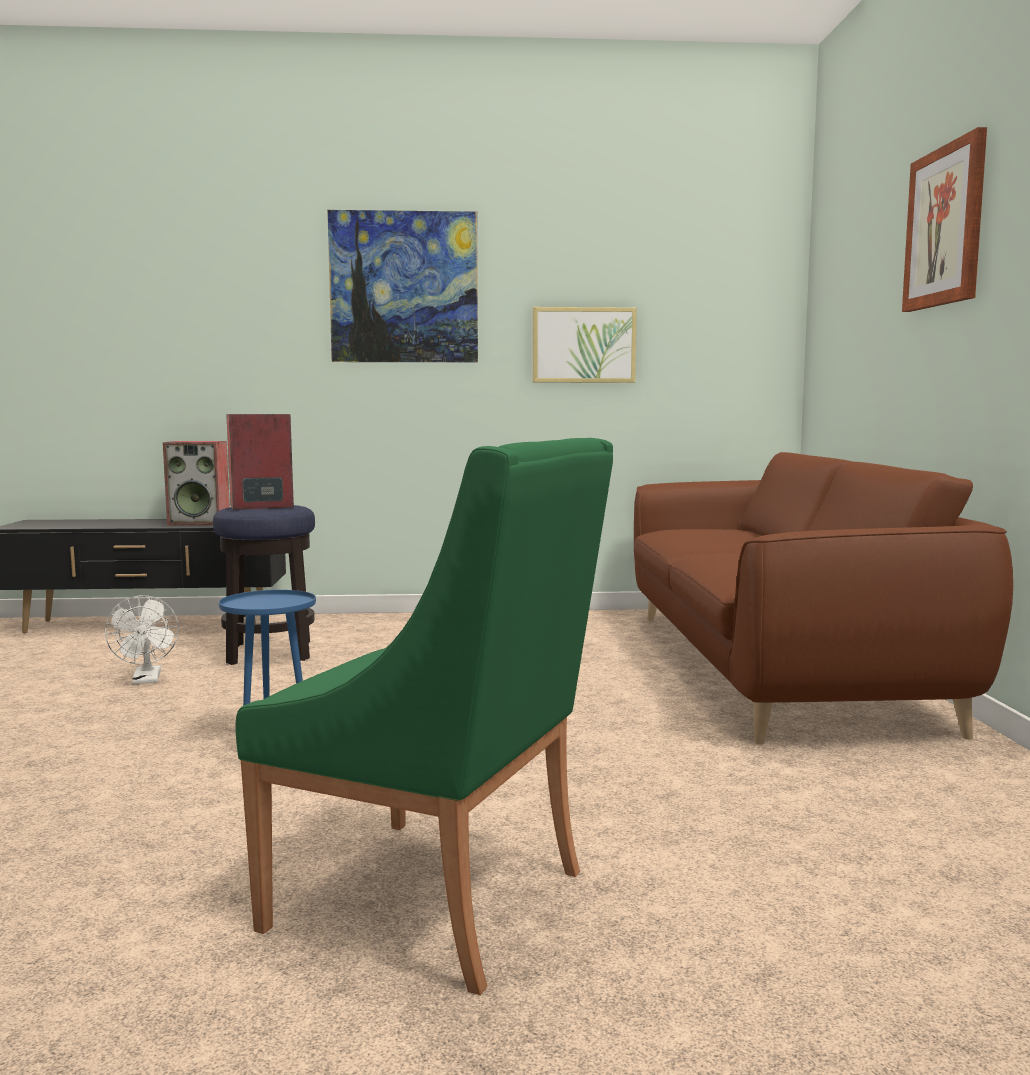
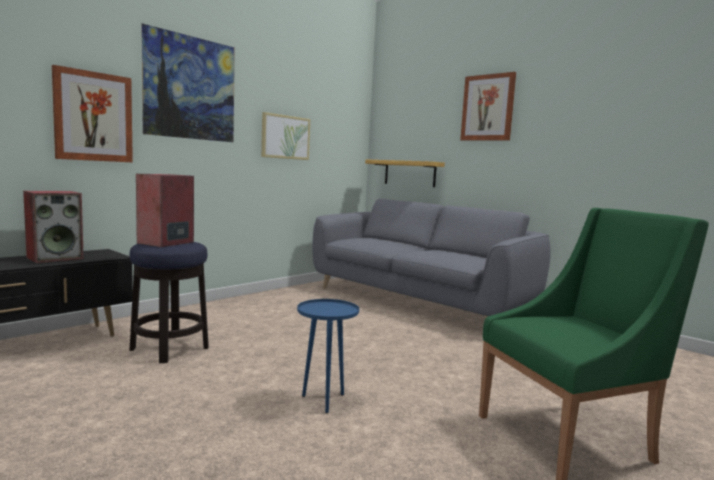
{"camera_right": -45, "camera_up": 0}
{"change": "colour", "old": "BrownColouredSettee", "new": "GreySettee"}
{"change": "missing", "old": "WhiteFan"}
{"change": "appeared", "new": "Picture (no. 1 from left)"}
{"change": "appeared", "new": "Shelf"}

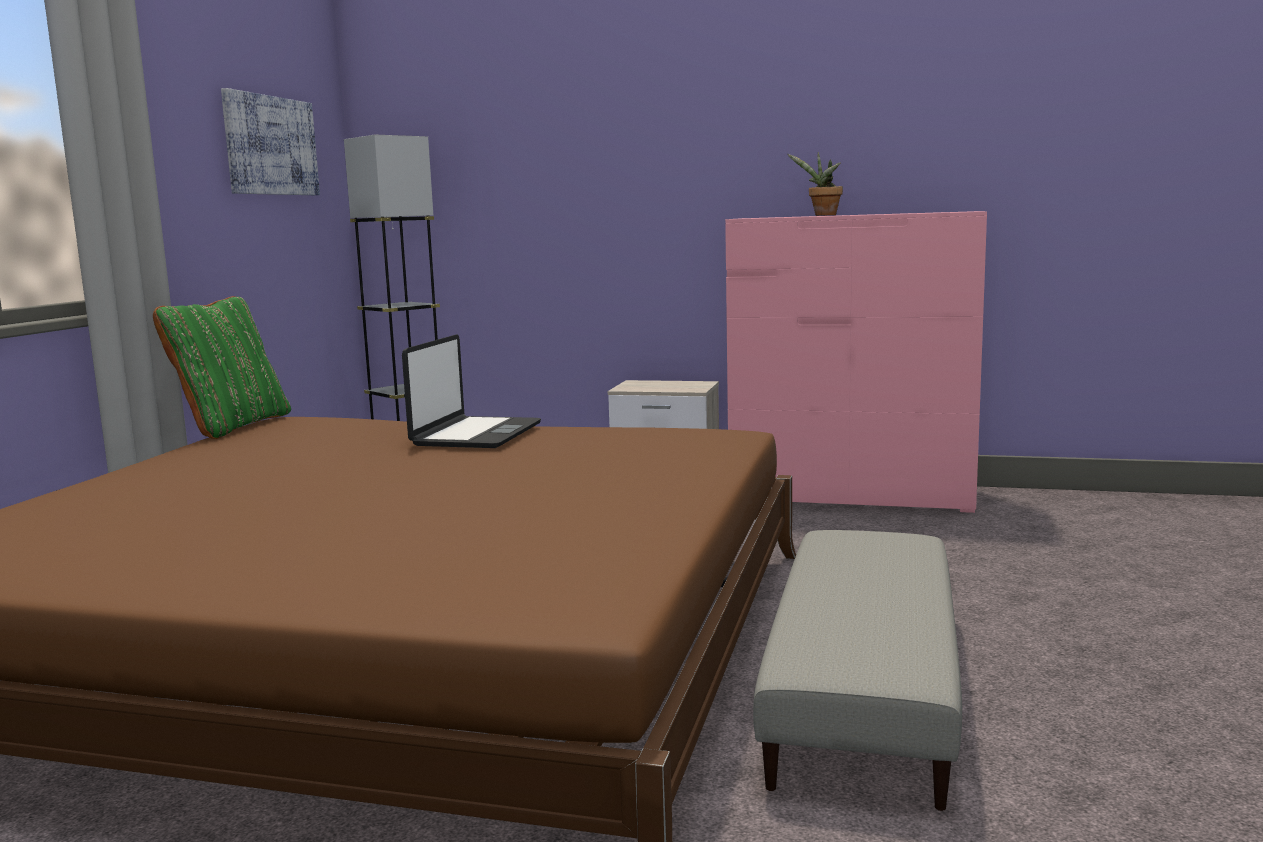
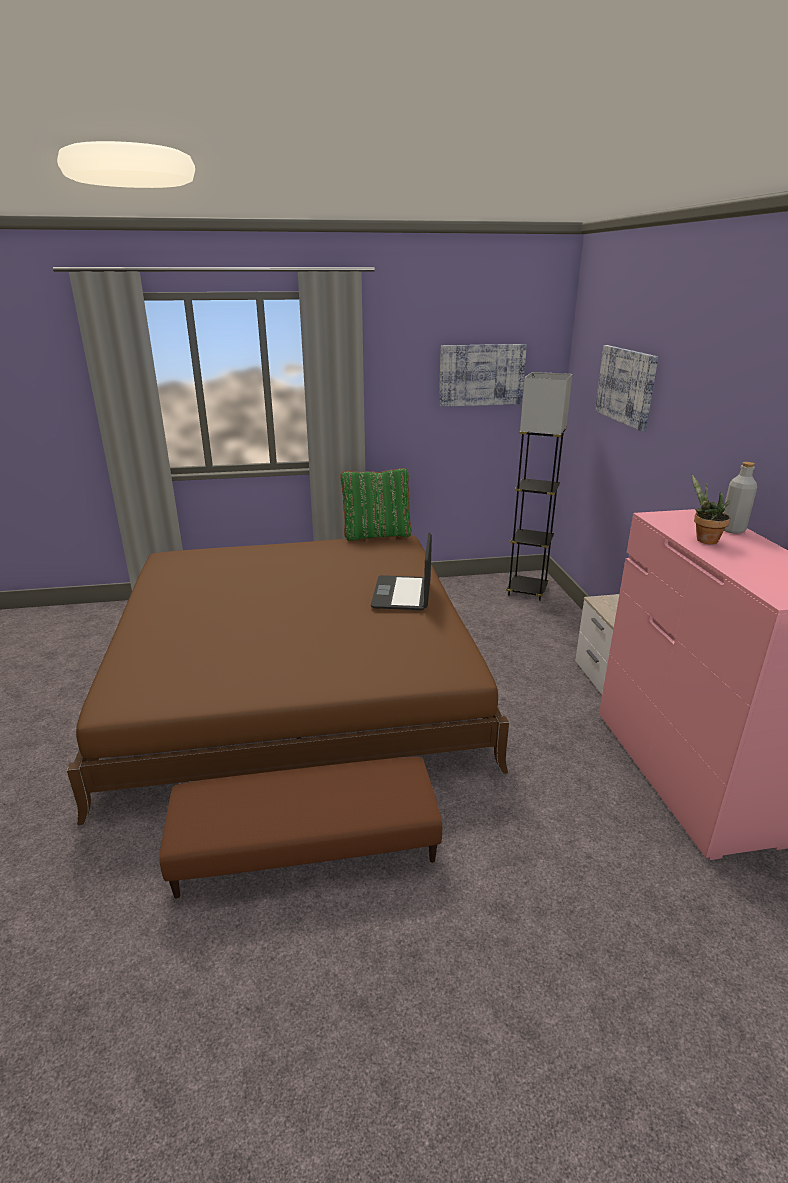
{"camera_right": 65, "camera_up": 15}
{"change": "spun", "old": "Laptop", "degrees": 105}
{"change": "colour", "old": "GreyPouffe", "new": "BrownColouredPouffe"}
{"change": "appeared", "new": "Picture (no. 2 from left)"}
{"change": "appeared", "new": "GreyBeverageBottle"}

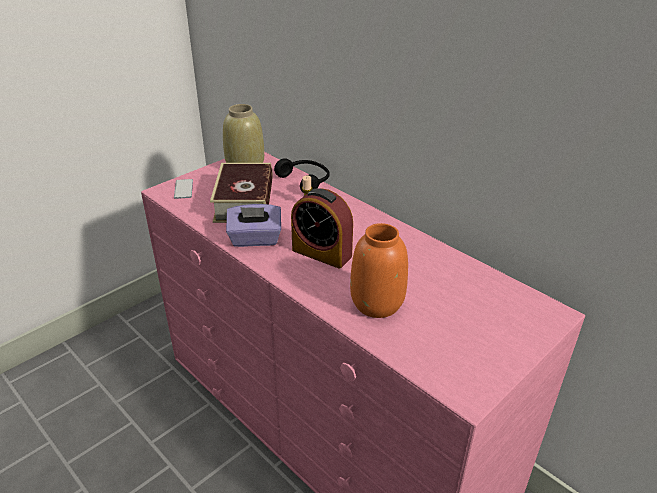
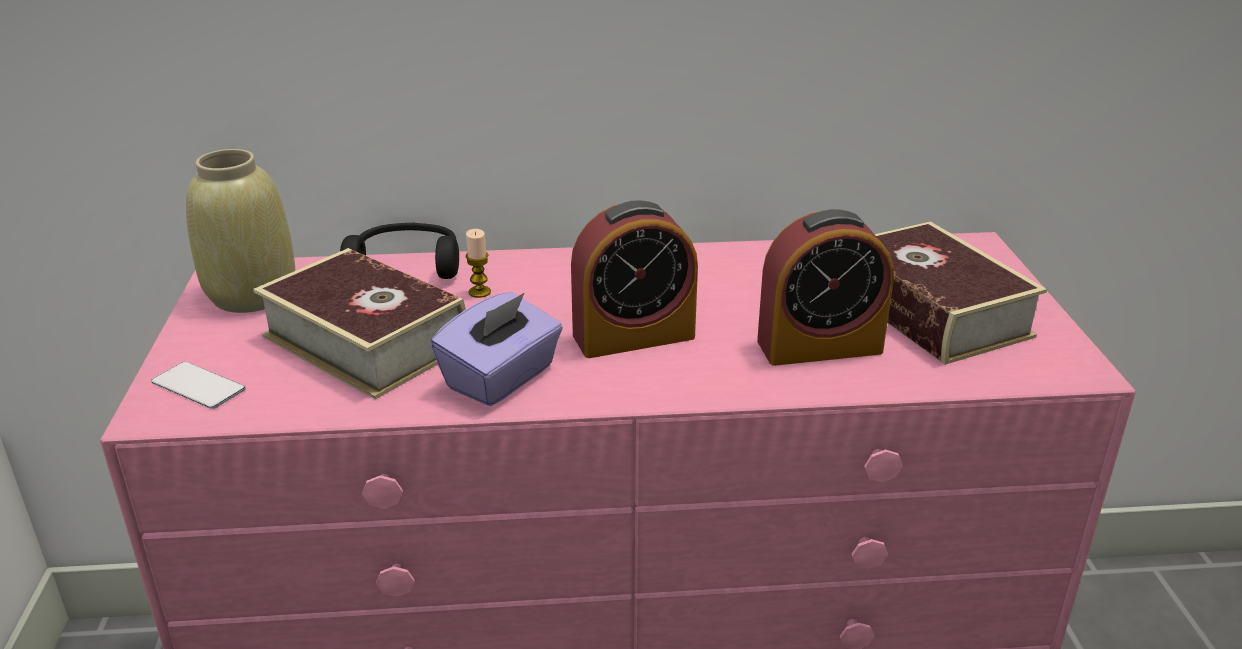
{"camera_right": -50, "camera_up": -5}
{"change": "exchanged", "old": "OrangeColouredFlowerVase", "new": "AlarmClock (no. 2 from left)"}
{"change": "appeared", "new": "BoundBook (no. 2 from left)"}

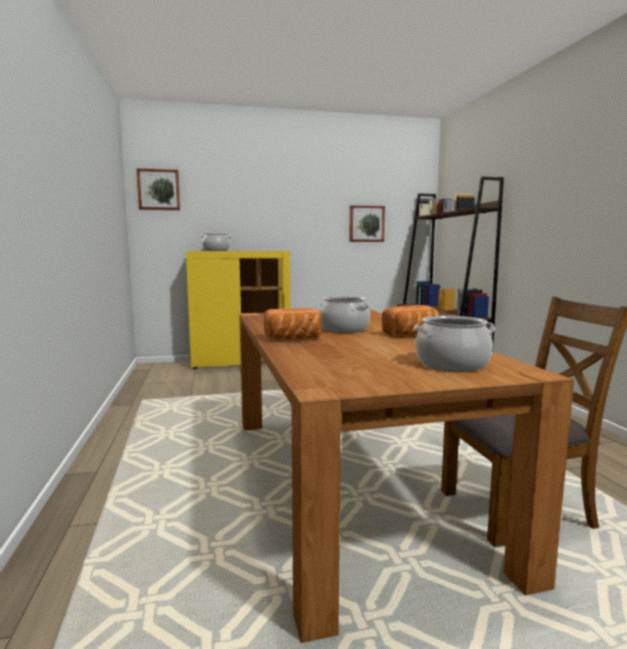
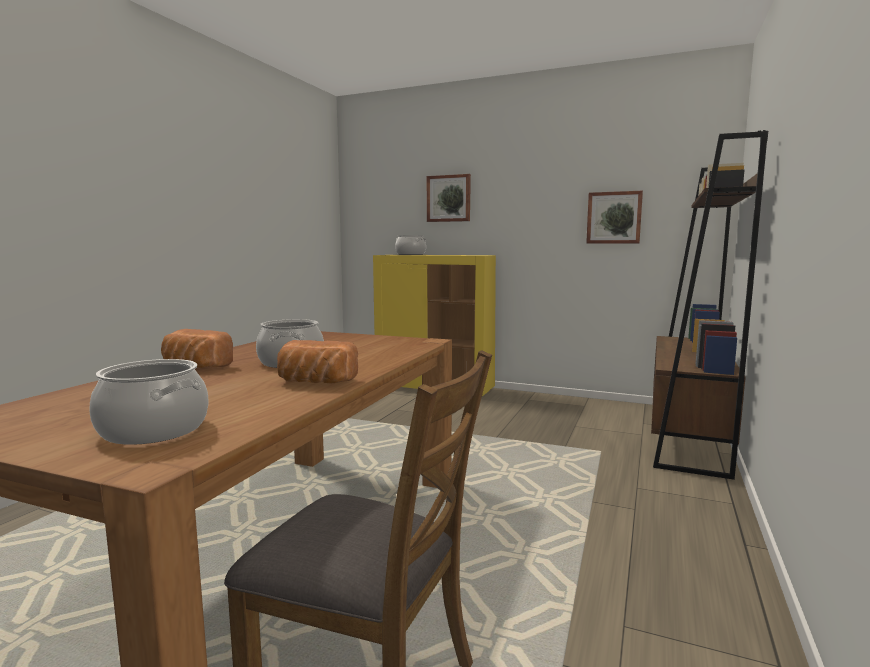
{"camera_right": 35, "camera_up": 0}
{"change": "relocated", "old": "Picture (no. 1 from left)"}

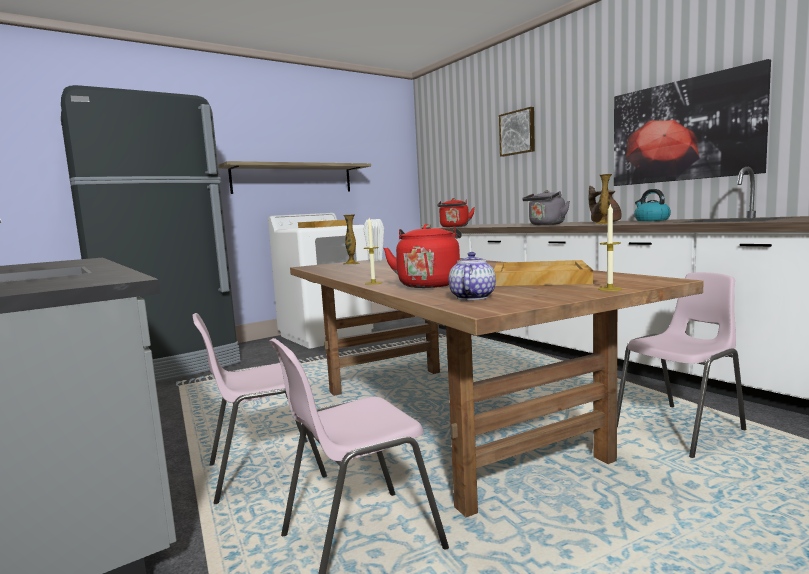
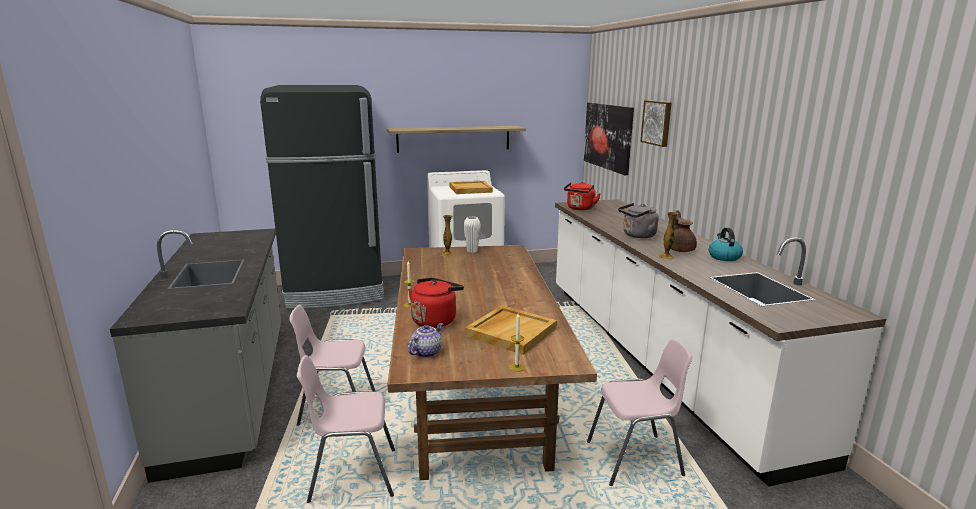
{"camera_right": 20, "camera_up": 10}
{"change": "relocated", "old": "Picture (no. 2 from left in the first image)", "new": "Picture (no. 1 from left)"}

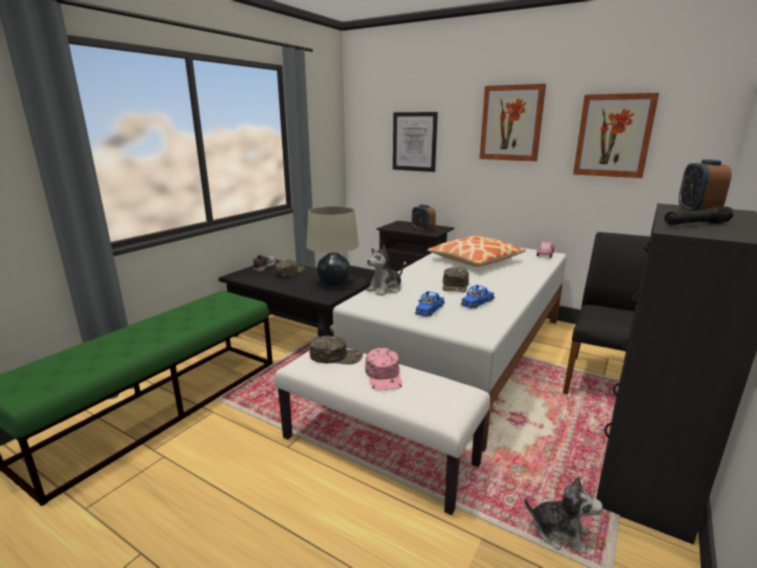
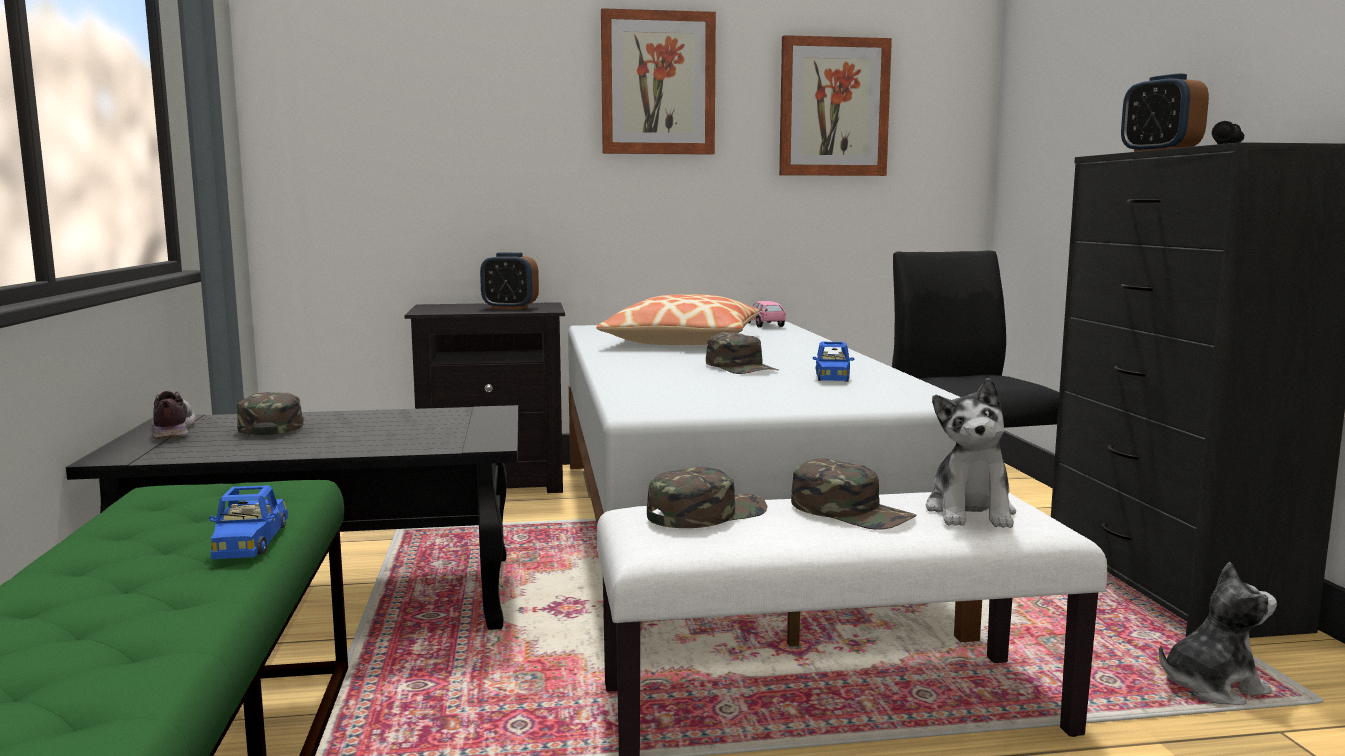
{"camera_right": -40, "camera_up": -10}
{"change": "missing", "old": "Picture (no. 1 from left)"}
{"change": "missing", "old": "BeigeColouredLampForATable"}
{"change": "relocated", "old": "SoftToy (no. 1 from left)"}
{"change": "relocated", "old": "BluishMiniatureCar (no. 1 from left)"}
{"change": "colour", "old": "PinkishBaseballCap", "new": "GreenColouredBaseballCap (no. 4 from left)"}

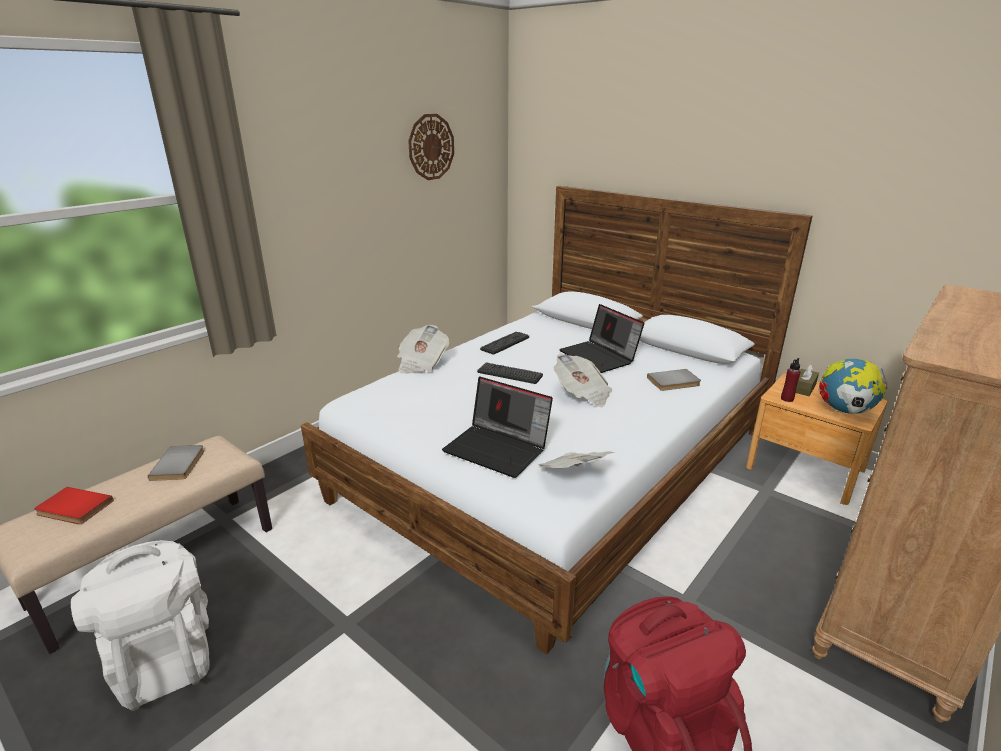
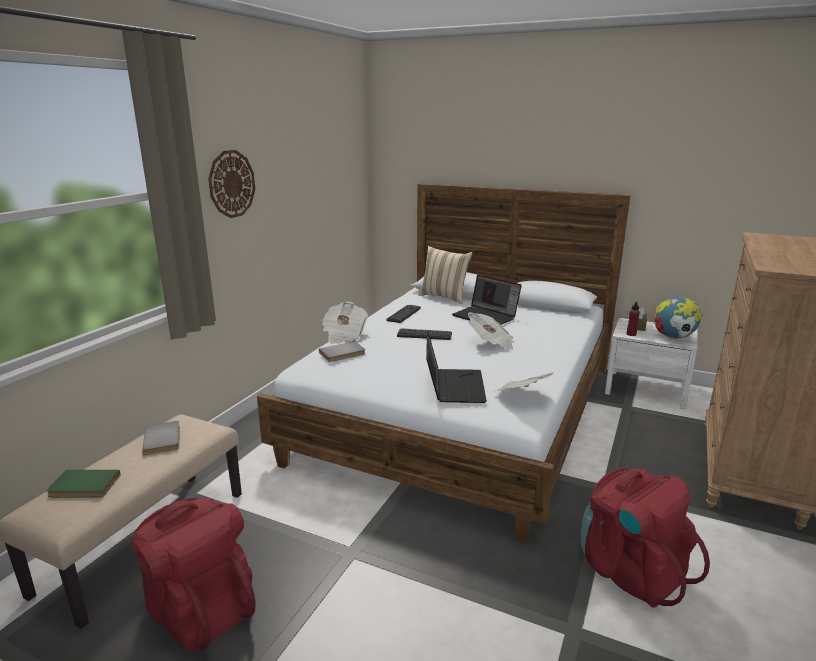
{"camera_right": -15, "camera_up": -5}
{"change": "relocated", "old": "WallClock"}
{"change": "relocated", "old": "GreyBoundBook (no. 2 from left)"}
{"change": "colour", "old": "BrownColouredNightstand", "new": "WhiteNightstand"}
{"change": "spun", "old": "Laptop (no. 1 from left)", "degrees": -105}
{"change": "colour", "old": "RedBoundBook", "new": "GreenColouredBoundBook"}
{"change": "colour", "old": "WhiteBackpack", "new": "RedBackpack (no. 1 from left)"}
{"change": "appeared", "new": "BeigeColouredCushion"}

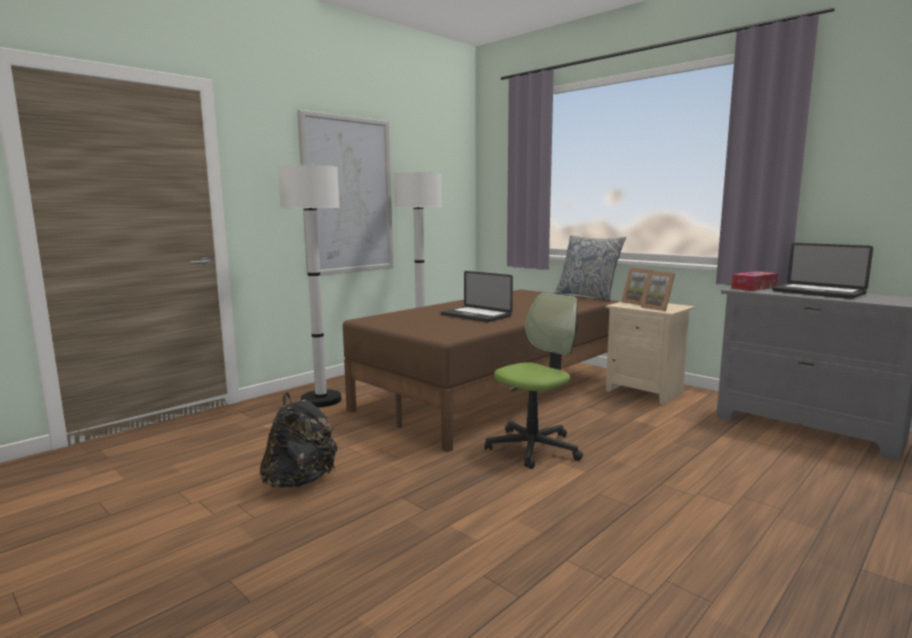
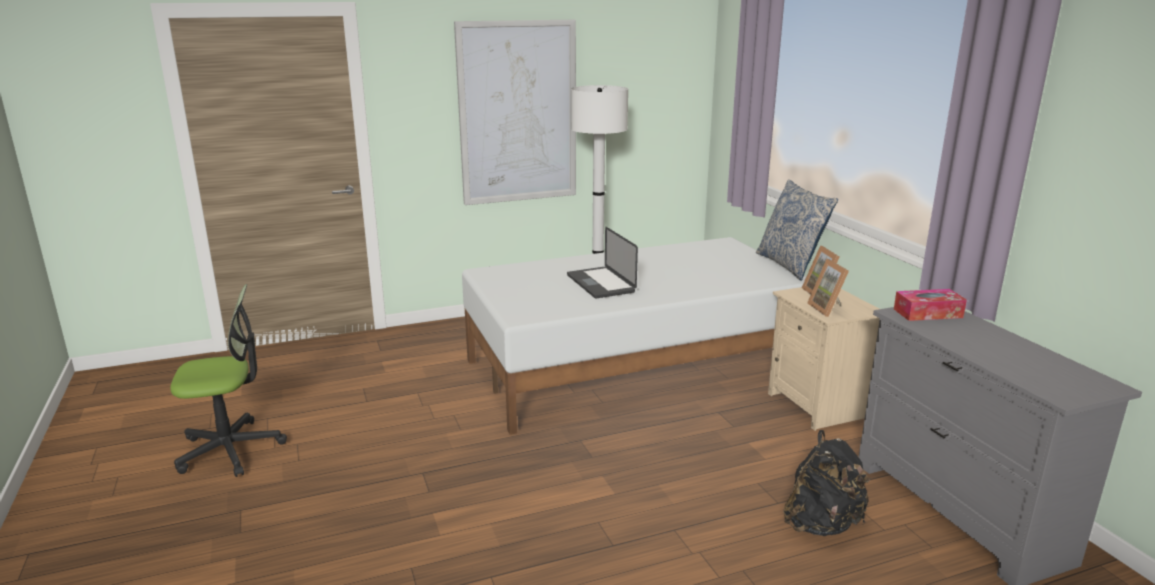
{"camera_right": 25, "camera_up": 10}
{"change": "missing", "old": "WhiteStandingLamp (no. 1 from left)"}
{"change": "missing", "old": "Laptop (no. 2 from left)"}
{"change": "colour", "old": "BrownColouredSleepingBed", "new": "WhiteSleepingBed"}
{"change": "relocated", "old": "DeskChair"}
{"change": "relocated", "old": "BlackColouredBackpack"}

